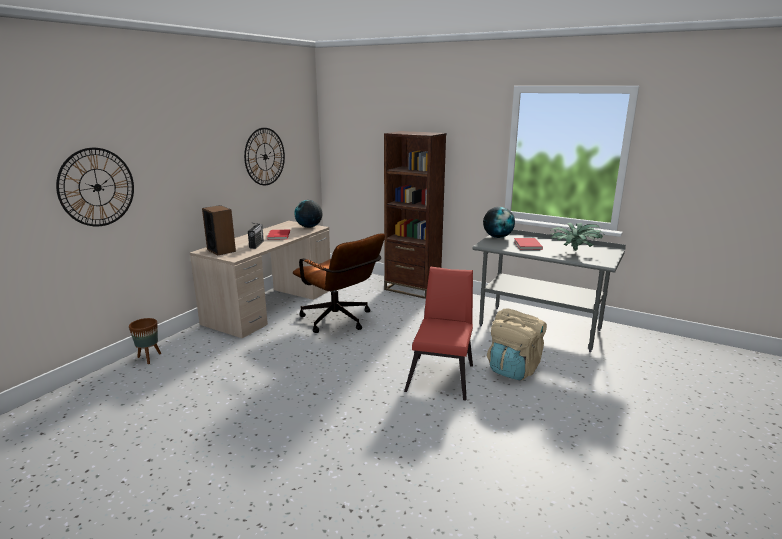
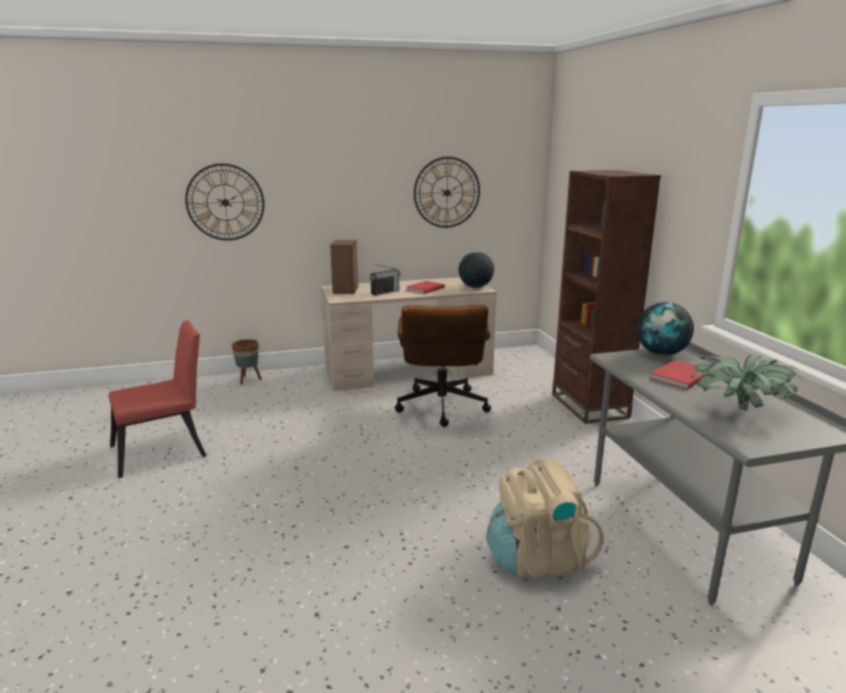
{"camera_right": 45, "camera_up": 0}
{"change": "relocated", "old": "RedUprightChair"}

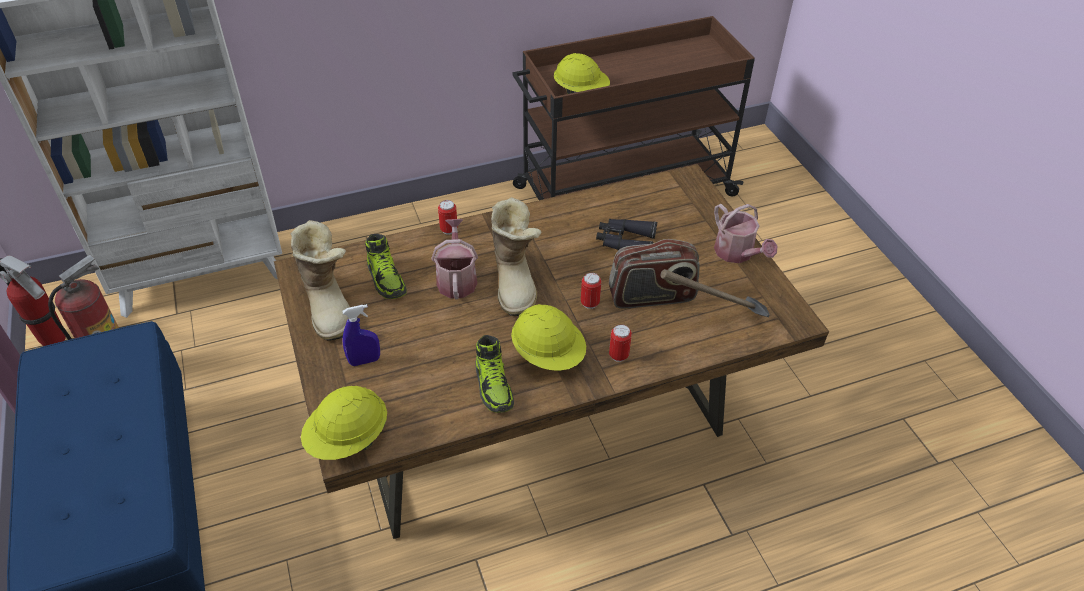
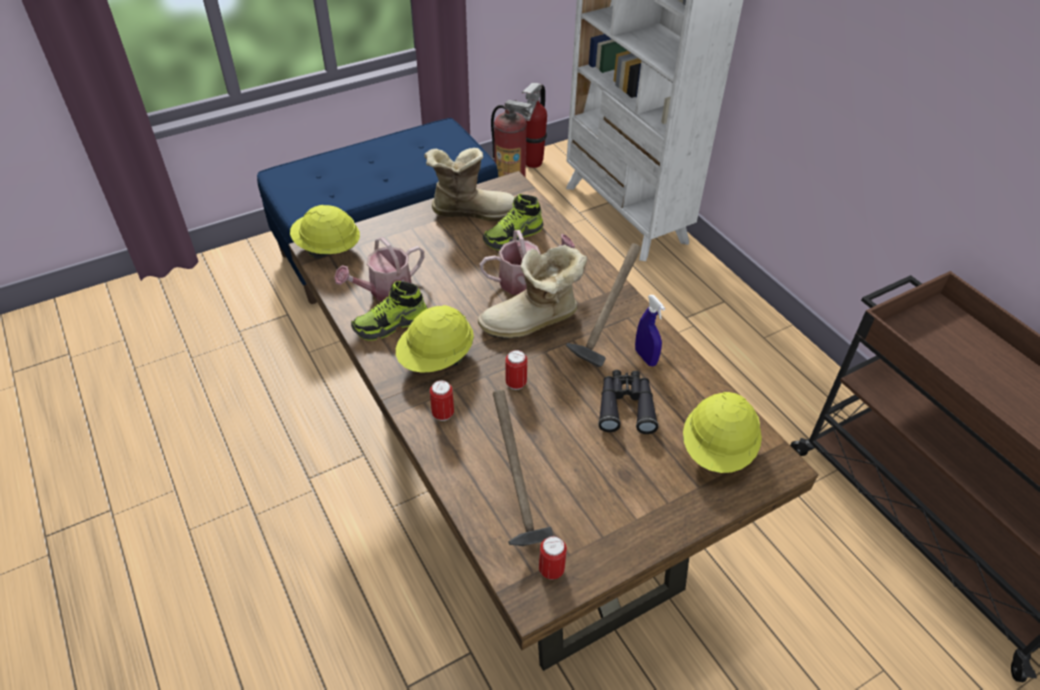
{"camera_right": 80, "camera_up": 0}
{"change": "relocated", "old": "YellowColouredHardHat (no. 3 from left)"}
{"change": "relocated", "old": "MetalCan (no. 1 from left in the first image)", "new": "MetalCan (no. 3 from left)"}
{"change": "relocated", "old": "SprinklingCan (no. 2 from left in the first image)", "new": "SprinklingCan (no. 1 from left)"}
{"change": "spun", "old": "Boot (no. 1 from left)", "degrees": -150}
{"change": "missing", "old": "RadioReceiver"}
{"change": "relocated", "old": "BluishSprayBottle"}
{"change": "appeared", "new": "HandHammer (no. 2 from left)"}

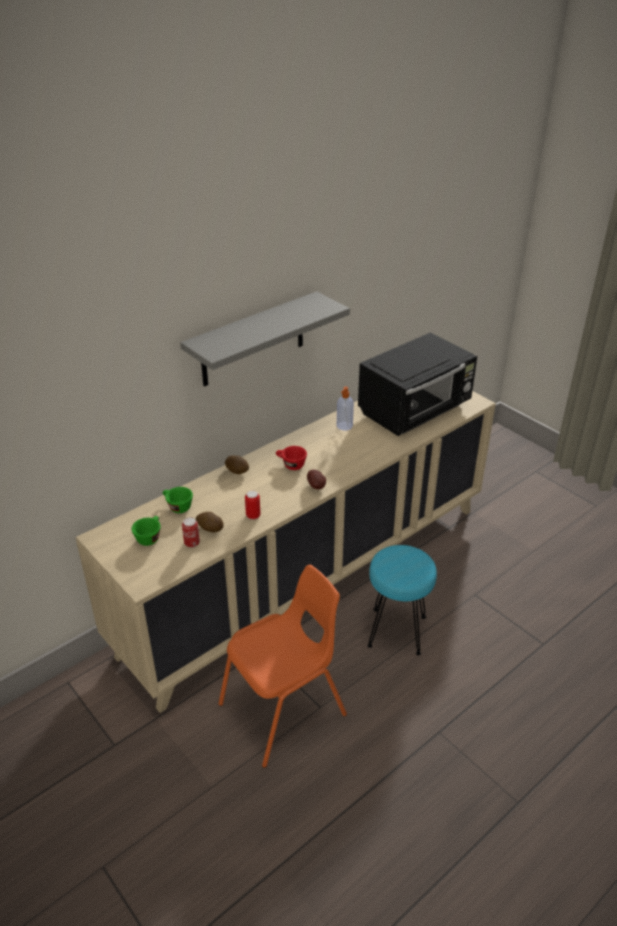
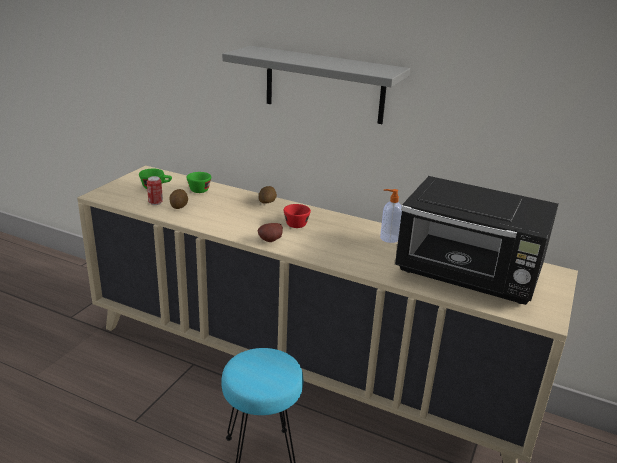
{"camera_right": 65, "camera_up": -10}
{"change": "missing", "old": "MetalCan (no. 2 from left)"}
{"change": "missing", "old": "OrangeColouredUprightChair"}

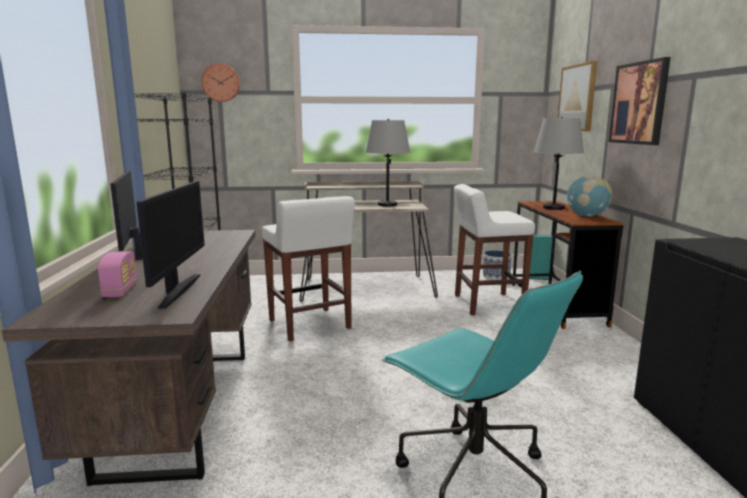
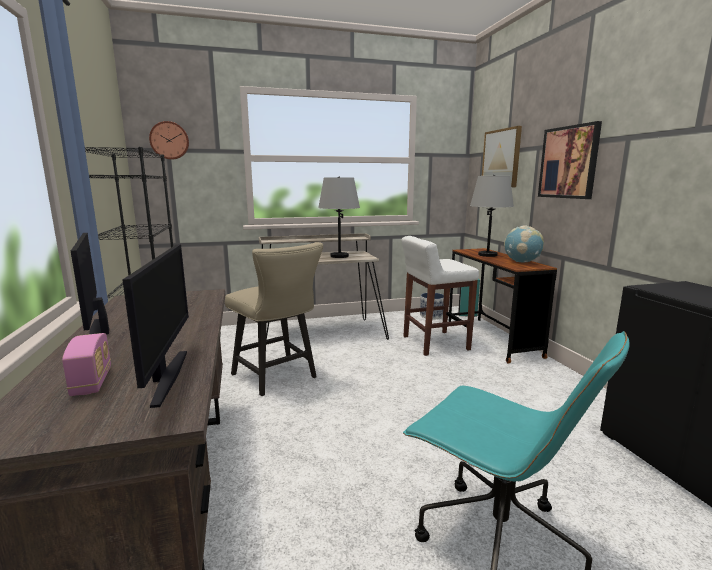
{"camera_right": -10, "camera_up": 0}
{"change": "exchanged", "old": "WhiteStoolSeat (no. 1 from left)", "new": "BeigeColouredUprightChair"}

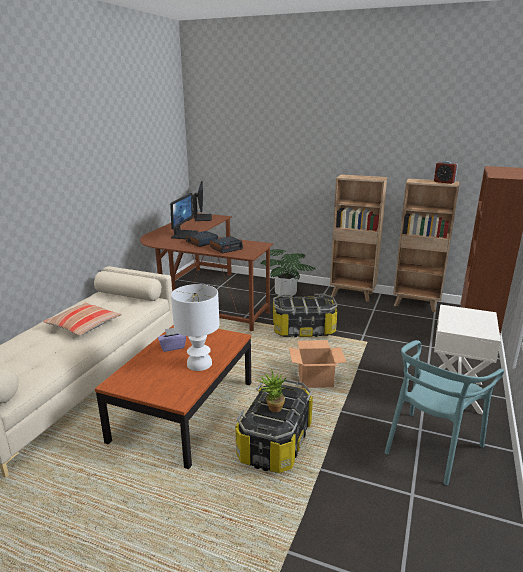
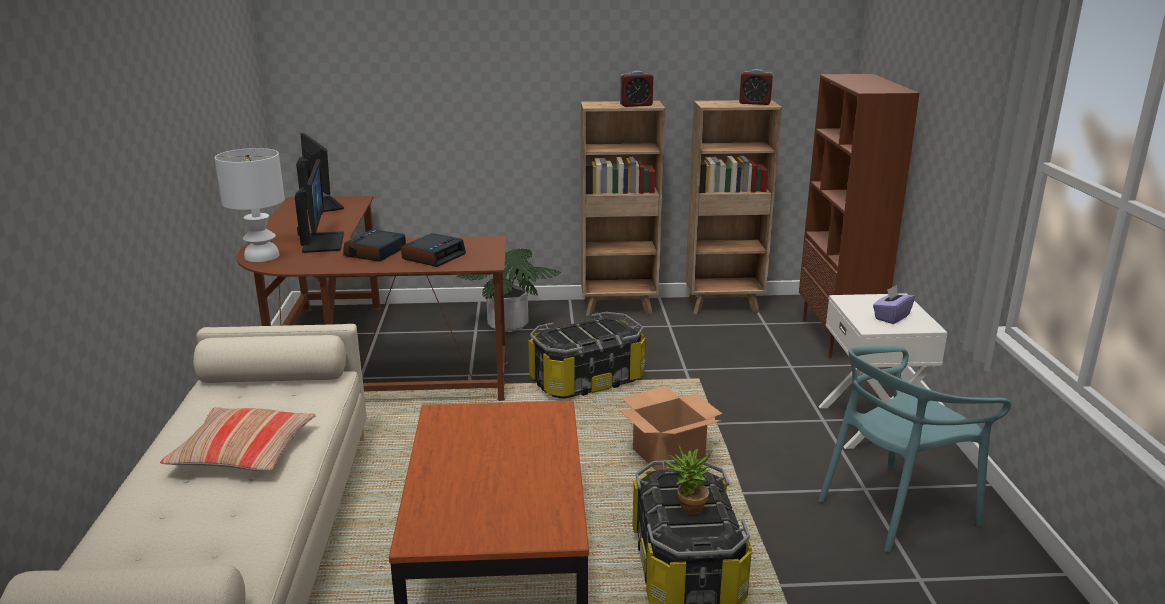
{"camera_right": -25, "camera_up": 0}
{"change": "relocated", "old": "WhiteLampForATable"}
{"change": "relocated", "old": "PurpleBoxOfTissues"}
{"change": "spun", "old": "BlueGreenUprightChair", "degrees": 45}
{"change": "appeared", "new": "AlarmClock (no. 3 from left)"}

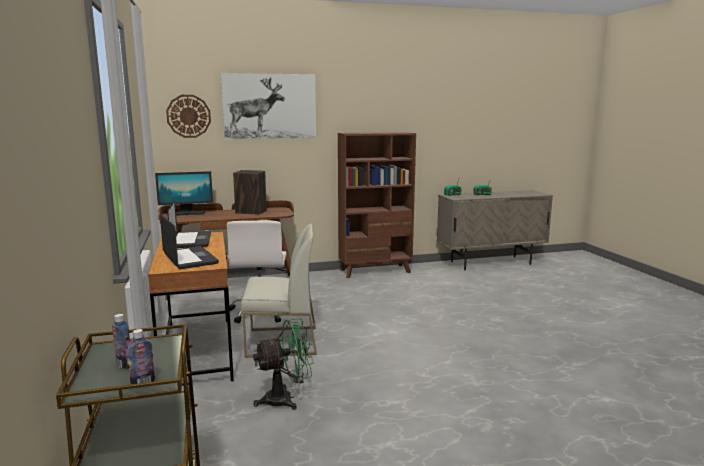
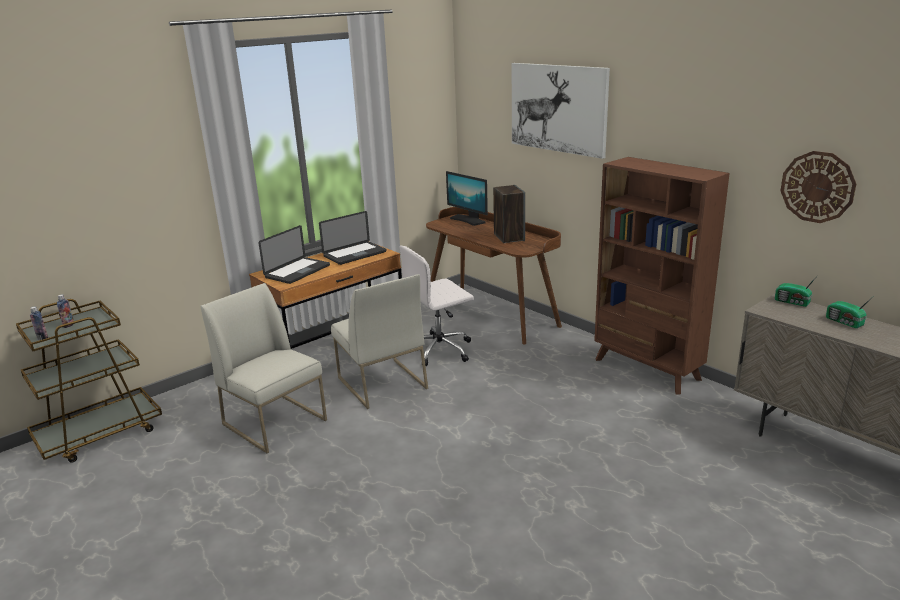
{"camera_right": 65, "camera_up": 10}
{"change": "relocated", "old": "WallClock"}
{"change": "exchanged", "old": "GreenColouredFan", "new": "WhiteUprightChair (no. 1 from left)"}

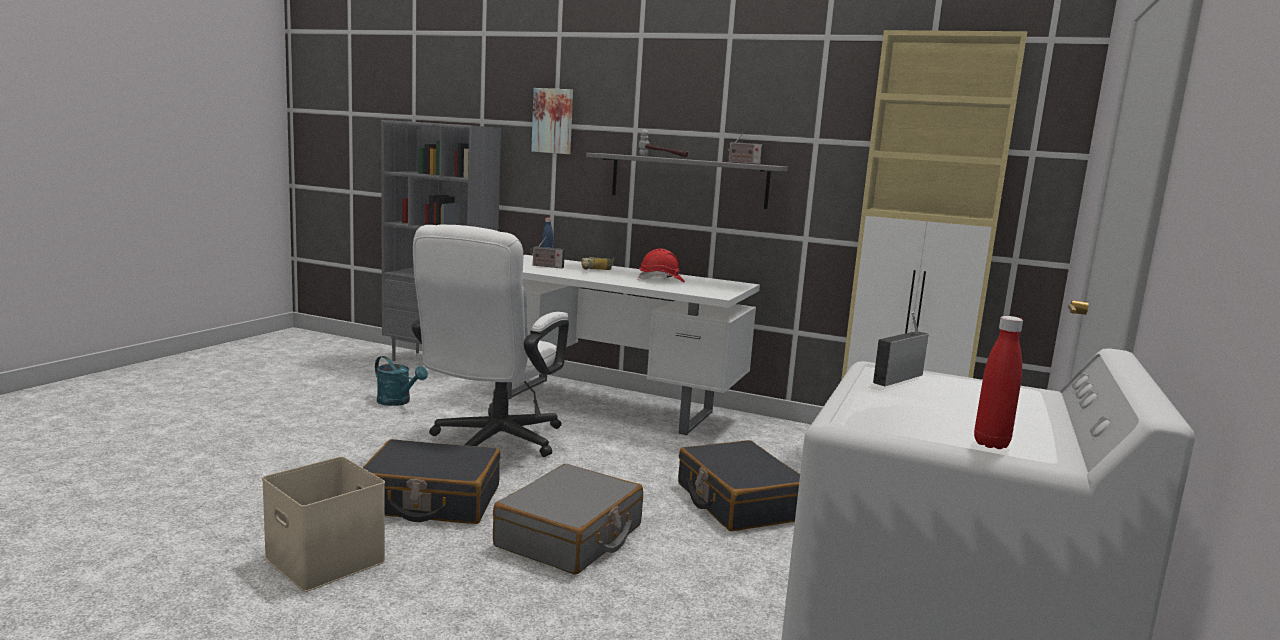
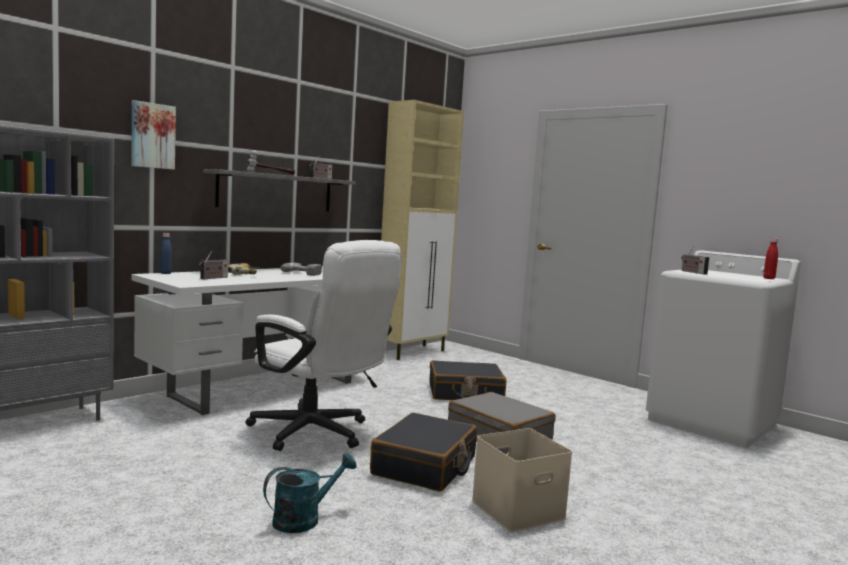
{"camera_right": -70, "camera_up": -5}
{"change": "exchanged", "old": "RedHardHat", "new": "Drill (no. 2 from left)"}
{"change": "relocated", "old": "BlueGreenSprinklingCan"}

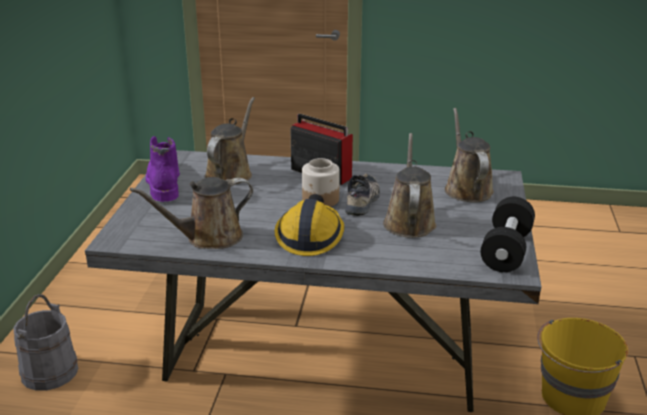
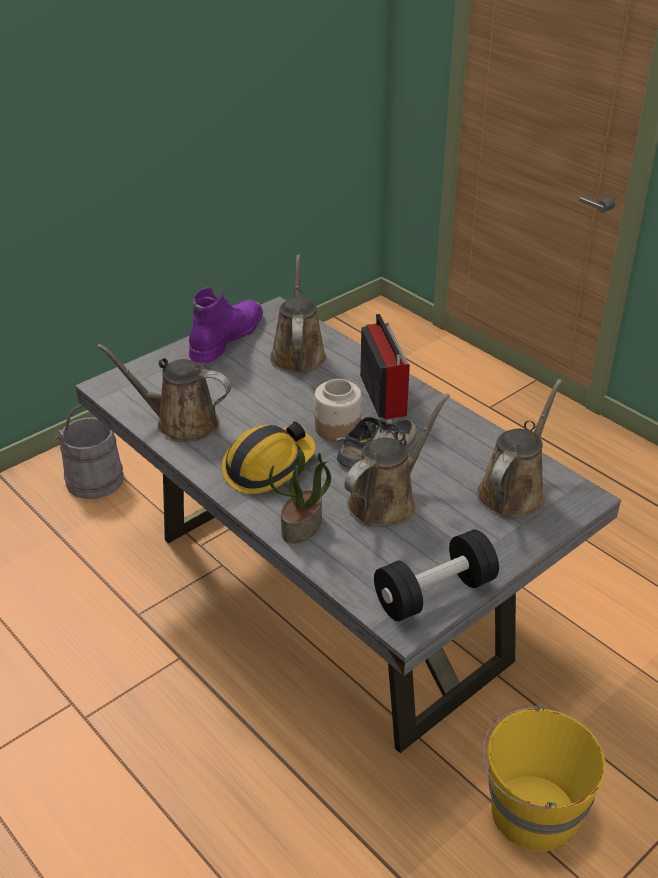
{"camera_right": 40, "camera_up": 10}
{"change": "spun", "old": "BrownColouredSprinklingCan (no. 2 from left)", "degrees": -60}
{"change": "appeared", "new": "PlantInAPot"}

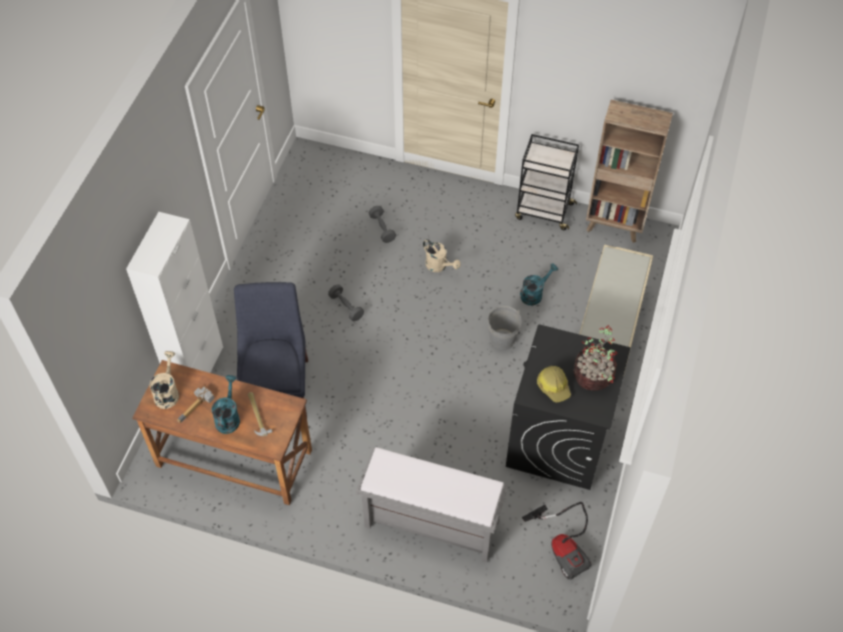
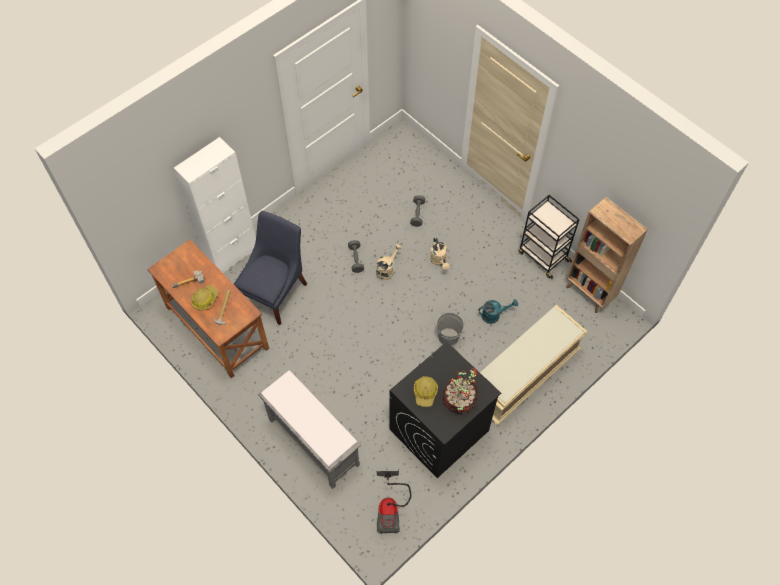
{"camera_right": 30, "camera_up": 5}
{"change": "relocated", "old": "BeigeColouredSprinklingCan (no. 1 from left)"}
{"change": "exchanged", "old": "BlueGreenSprinklingCan (no. 1 from left)", "new": "HardHat (no. 1 from left)"}

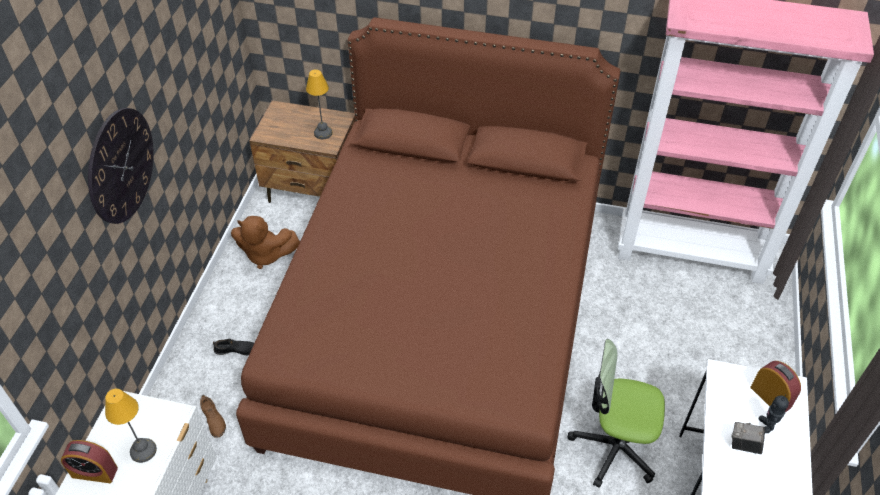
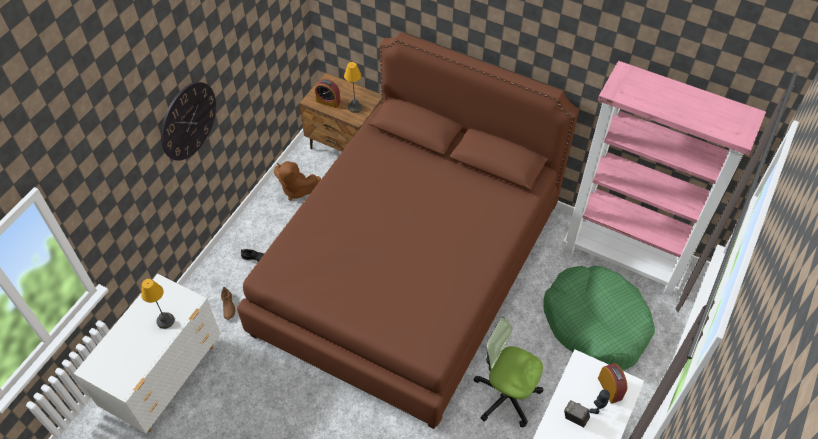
{"camera_right": 15, "camera_up": 5}
{"change": "relocated", "old": "AlarmClock (no. 1 from left)"}
{"change": "appeared", "new": "GreenColouredDogCushion"}

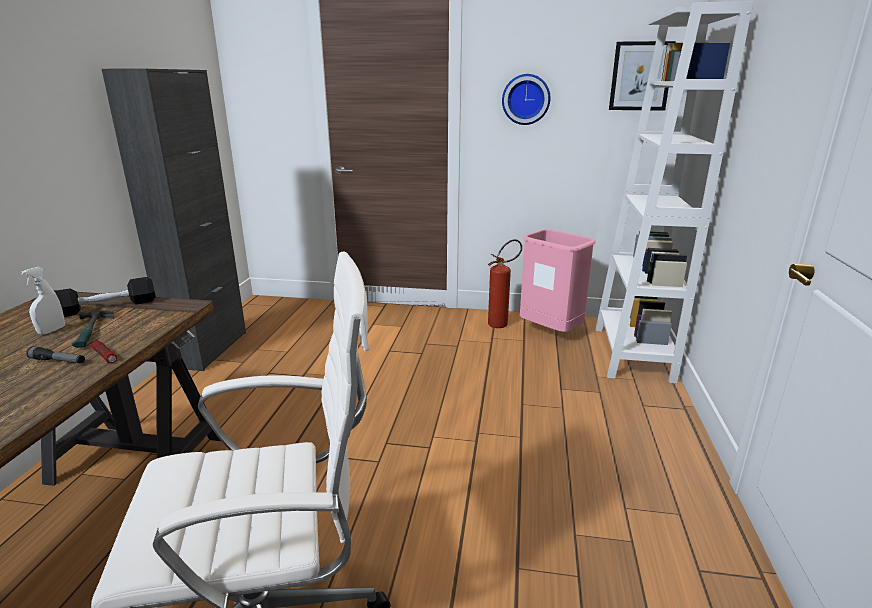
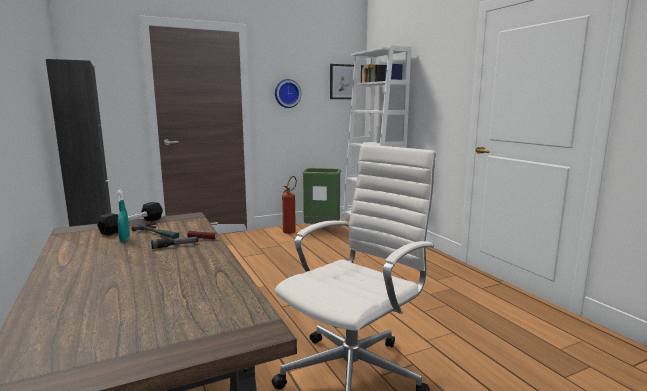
{"camera_right": -35, "camera_up": -10}
{"change": "colour", "old": "PinkishWasteBin", "new": "GreenColouredWasteBin"}
{"change": "colour", "old": "WhiteSprayBottle", "new": "BlueGreenSprayBottle"}

